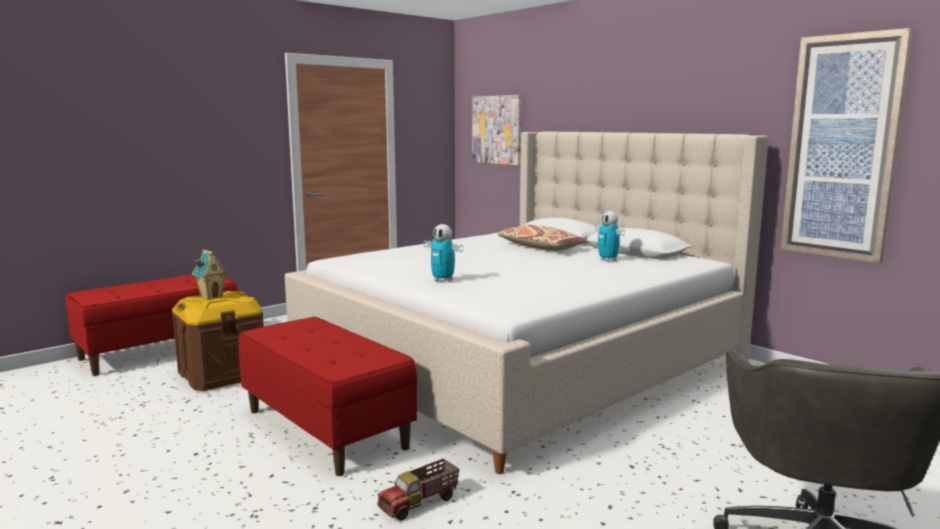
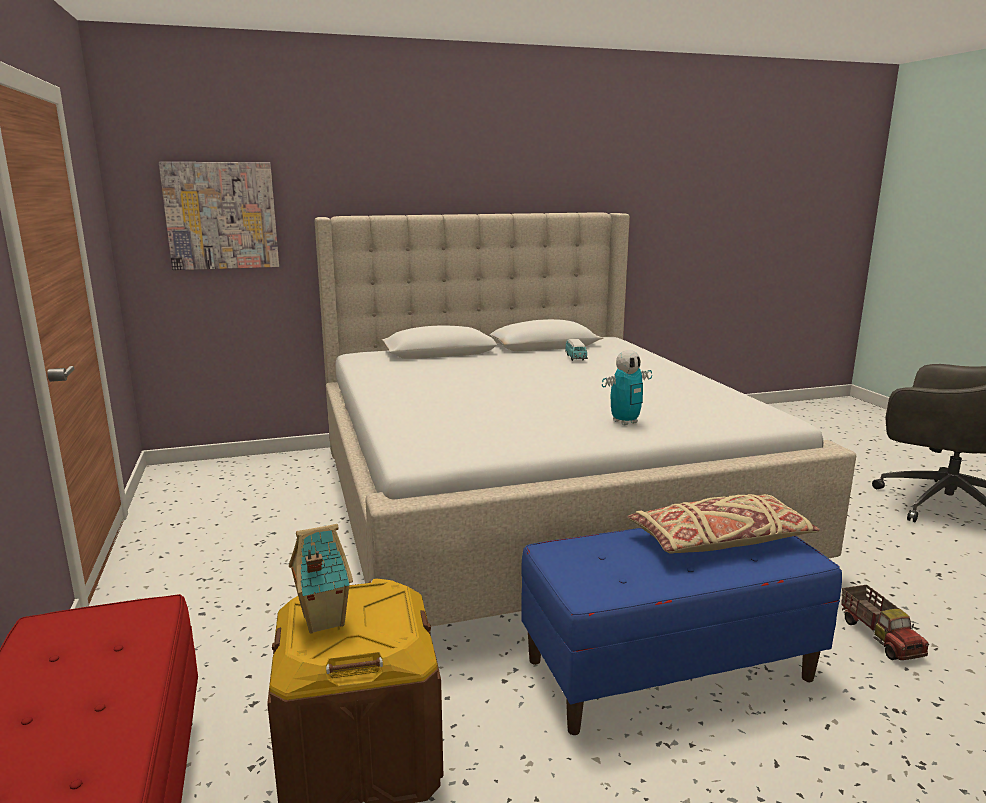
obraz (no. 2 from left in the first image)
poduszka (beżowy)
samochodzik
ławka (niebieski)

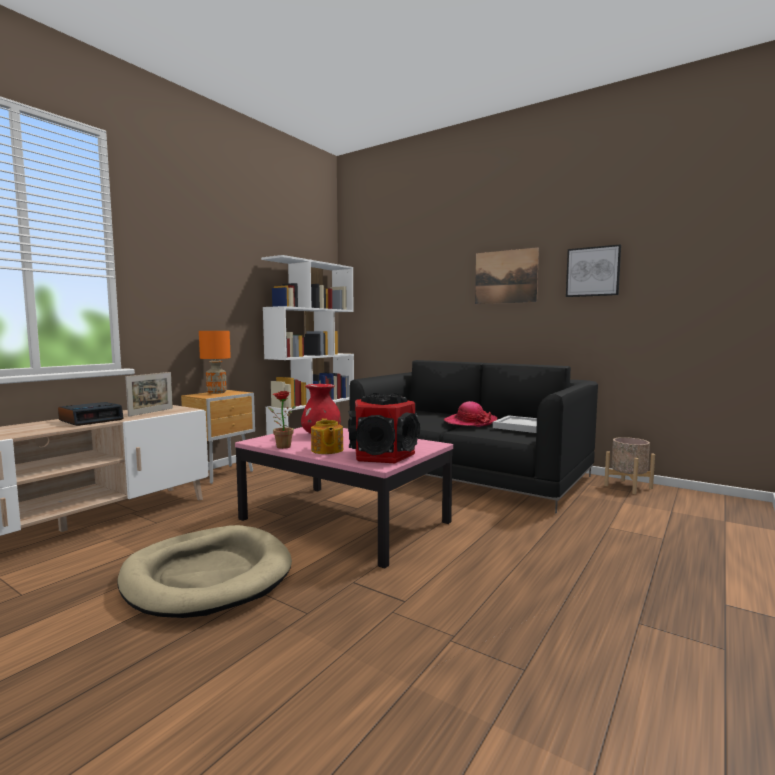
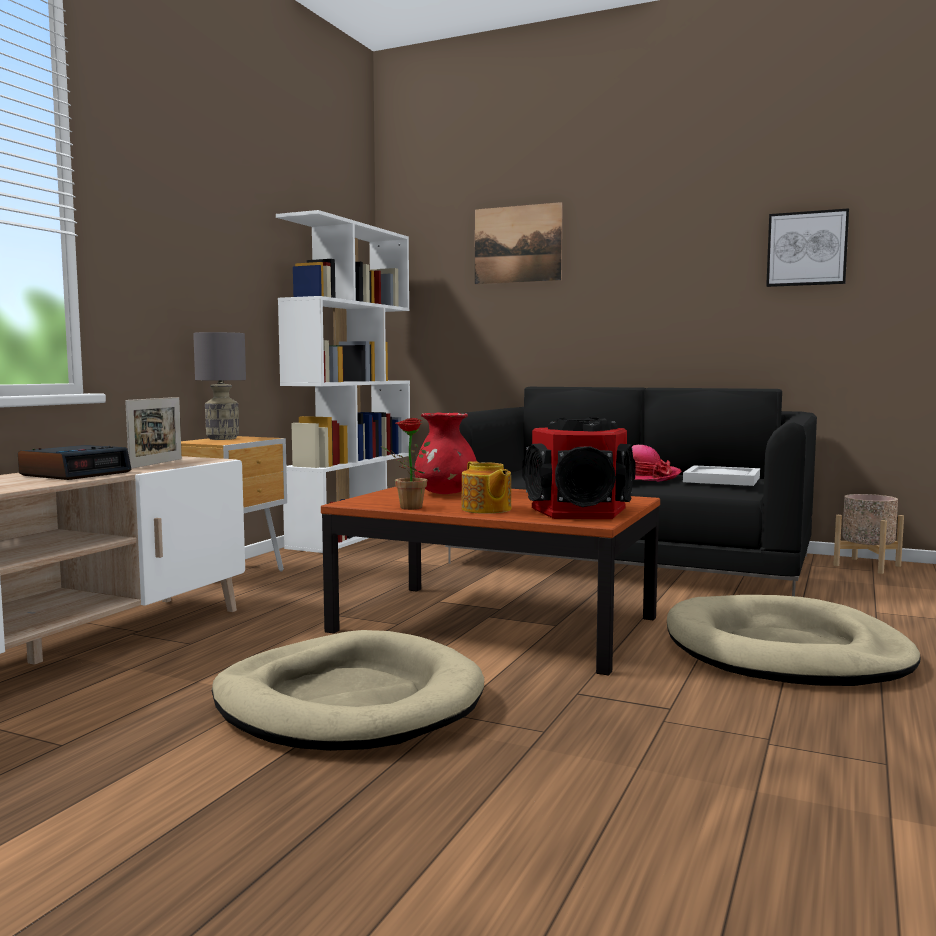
legowisko (beżowy) (no. 2 from left)
obraz (no. 1 from left)
lampa stołowa (szary)
ława (brązowy)

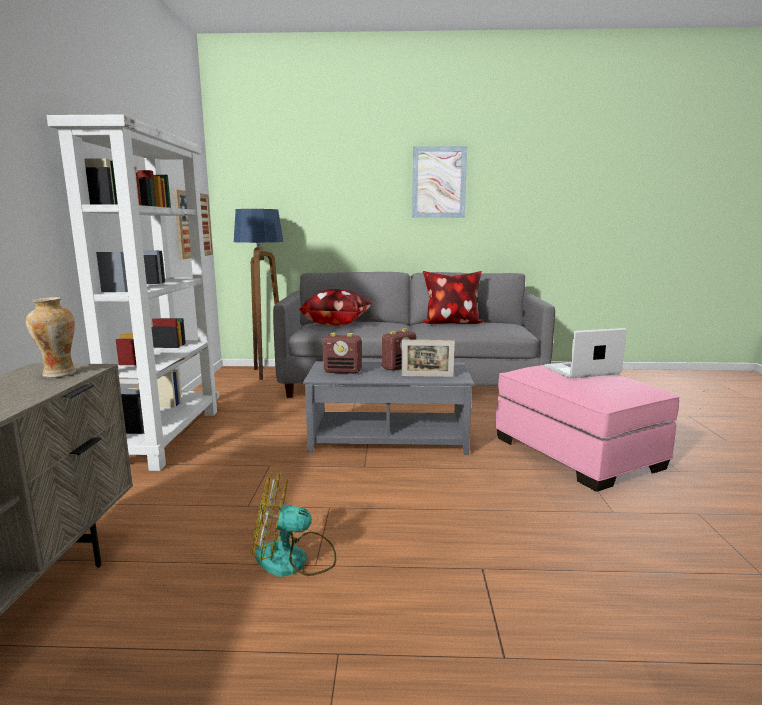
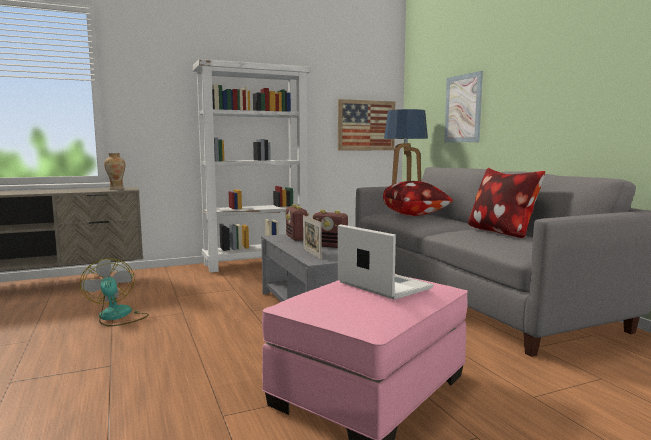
obraz (no. 2 from left)

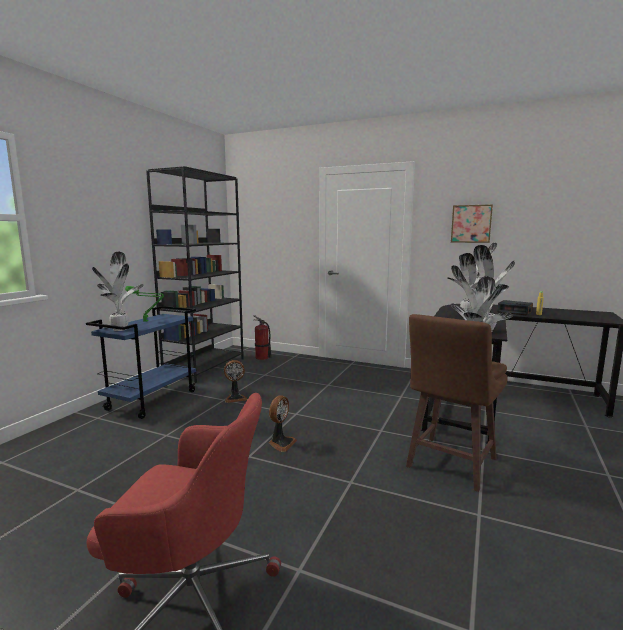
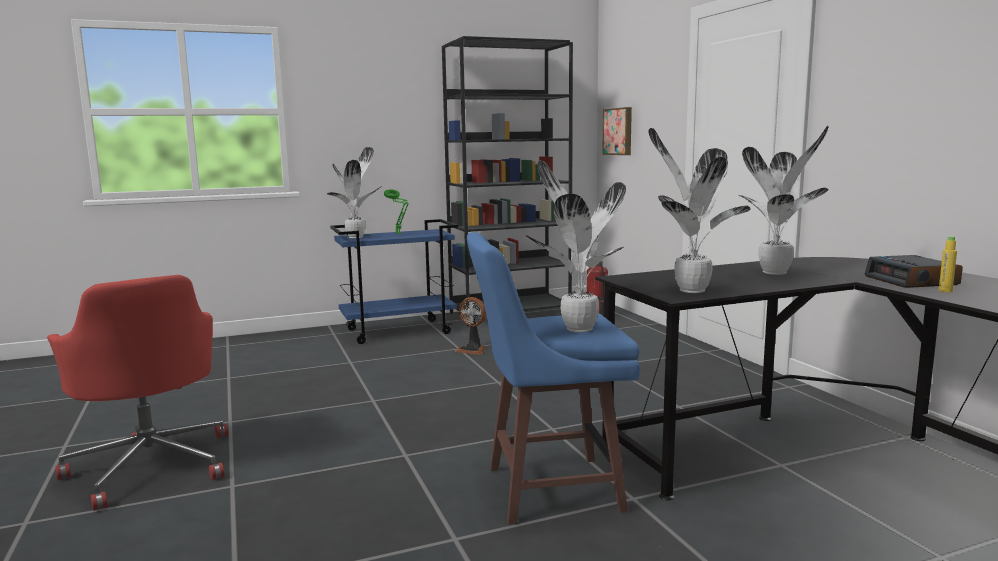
wentylator (no. 2 from left in the first image)
obraz
stołek (niebieski)

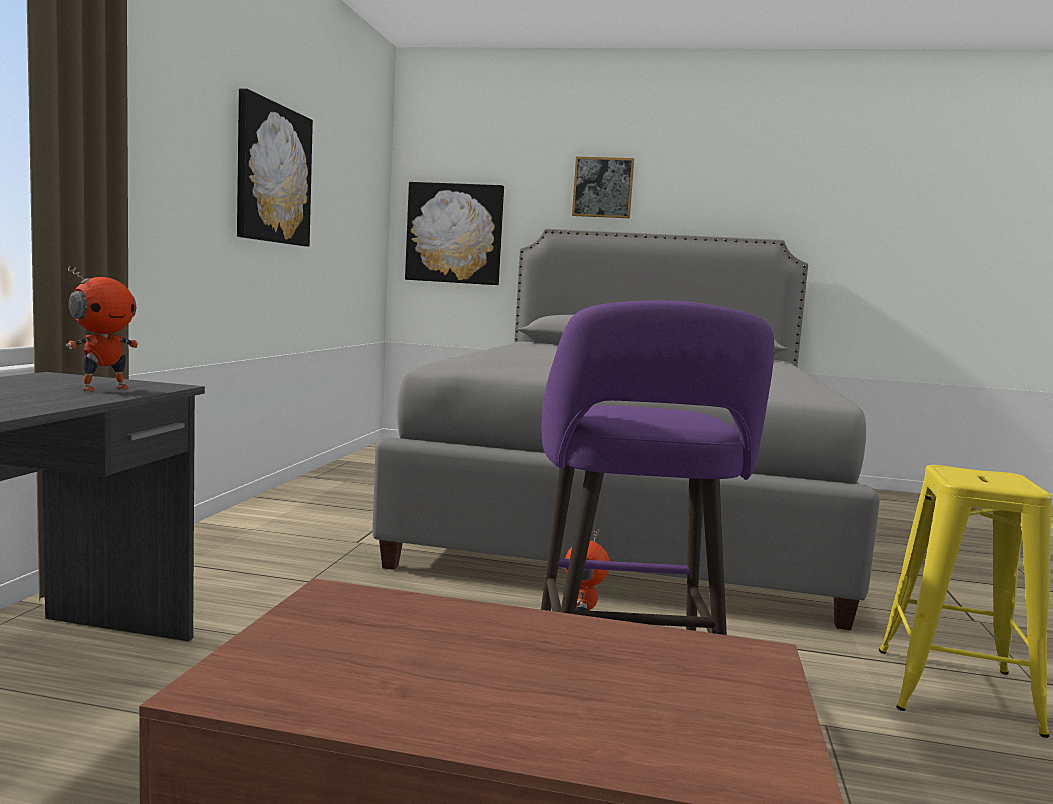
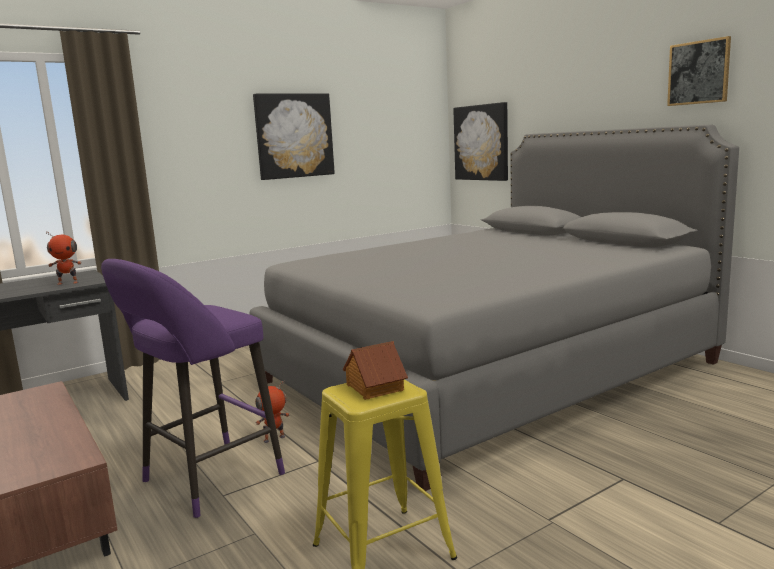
domek
obraz (no. 3 from left)

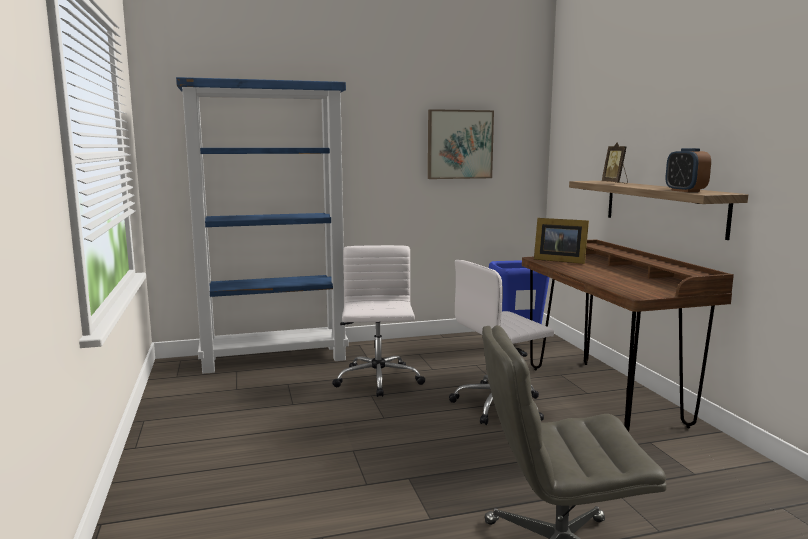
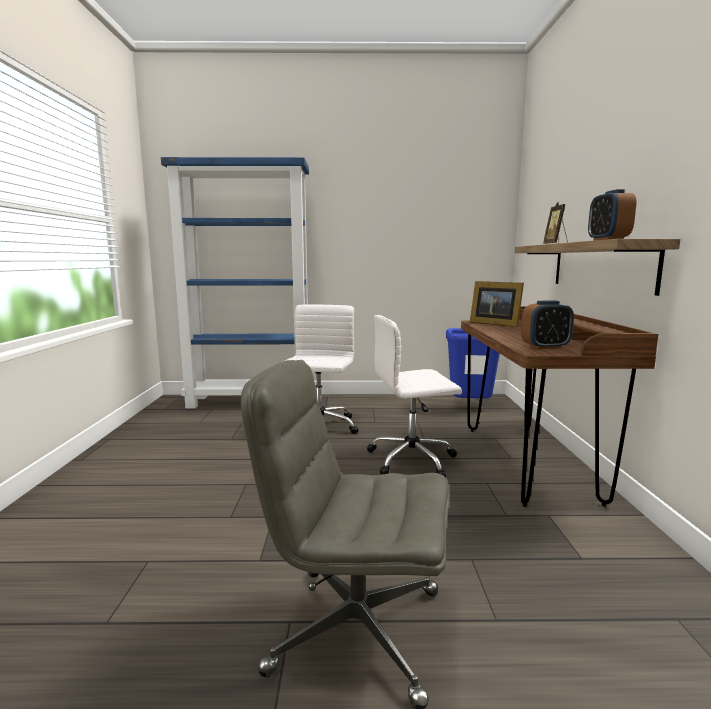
obraz
budzik (no. 1 from left)

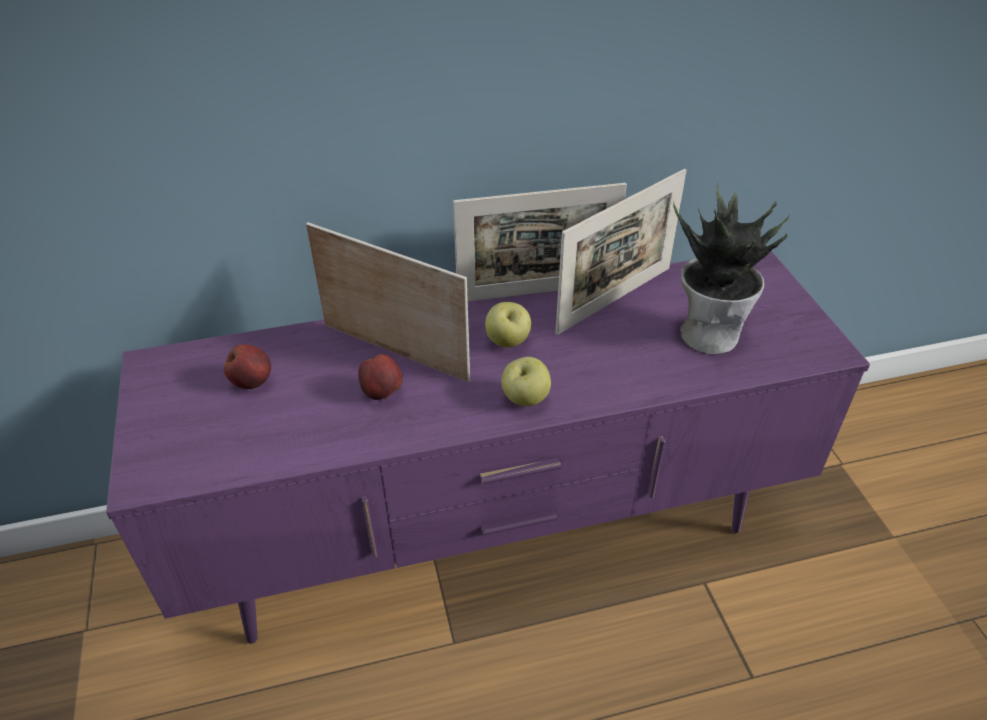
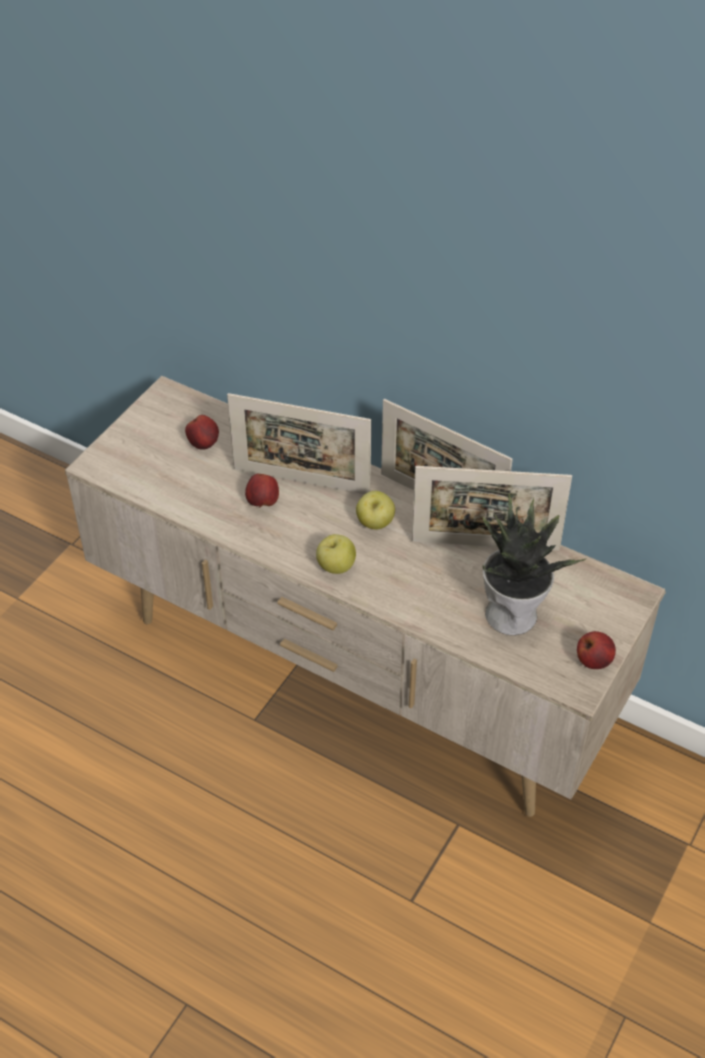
jabłko (no. 5 from left)
szafka pod telewizor (beżowy)
ramka na zdjęcie (no. 1 from left)

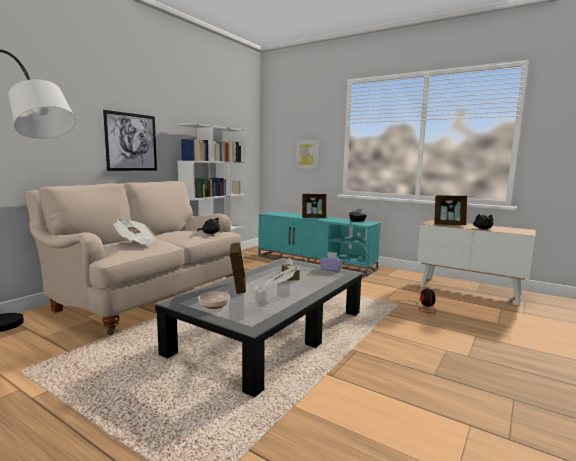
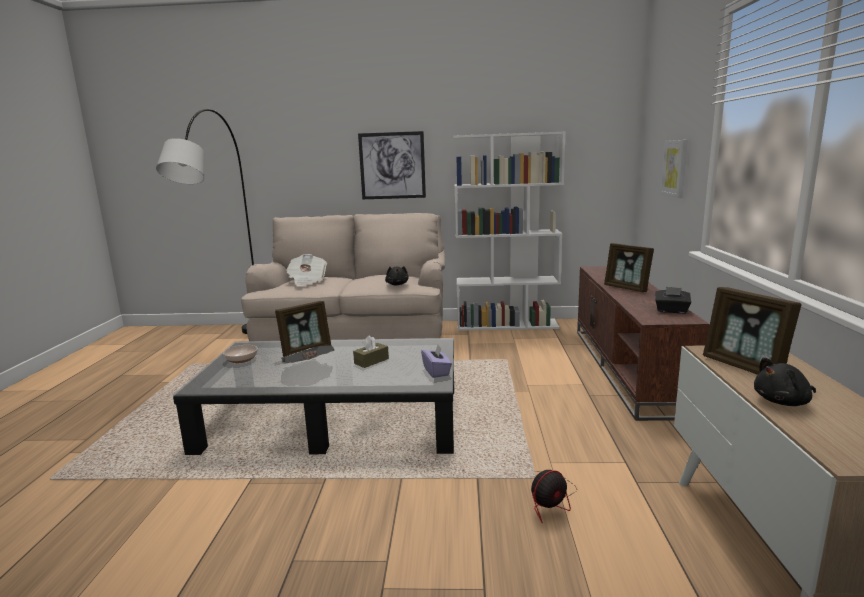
szafka pod telewizor (brązowy)

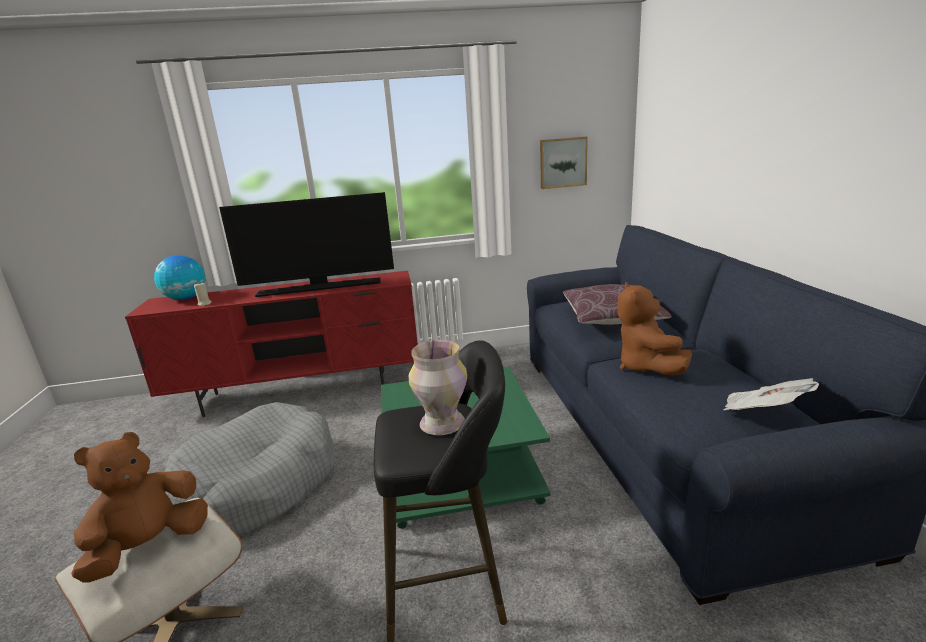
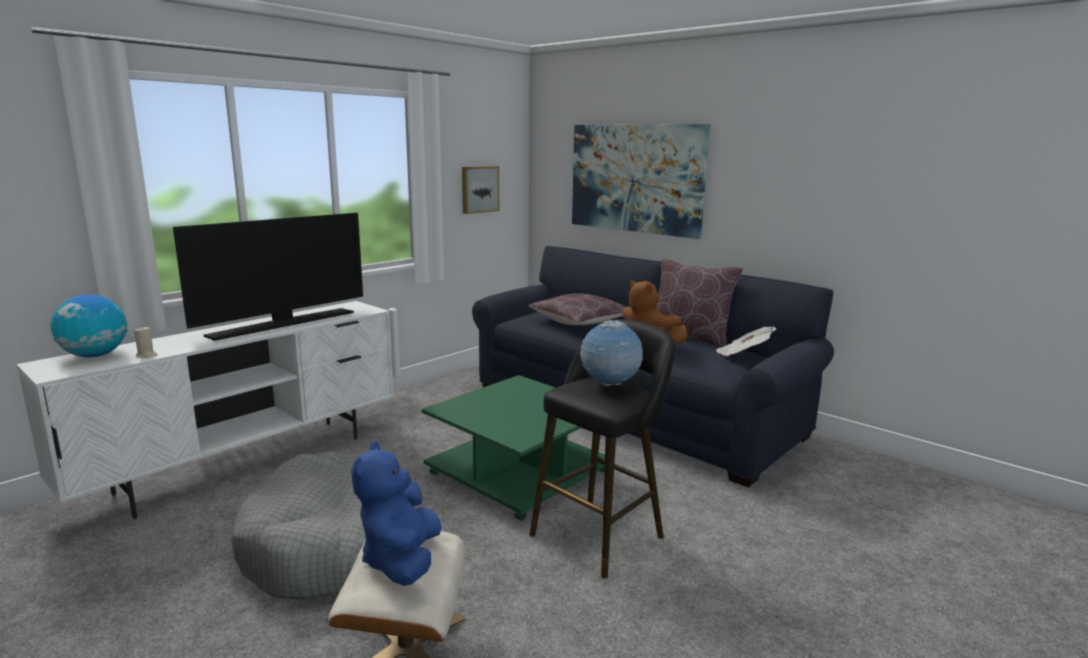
obraz (no. 2 from left)
poduszka (brązowy) (no. 2 from left)
globus (no. 2 from left)
pluszak (niebieski)
szafka pod telewizor (biały)

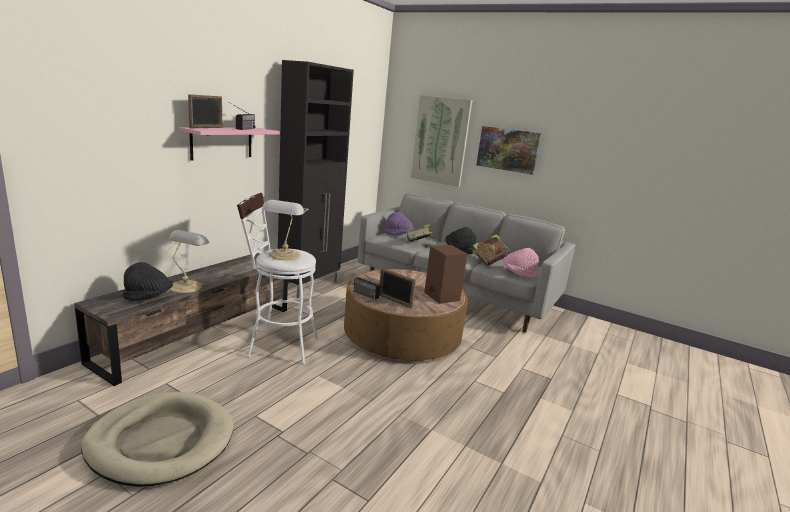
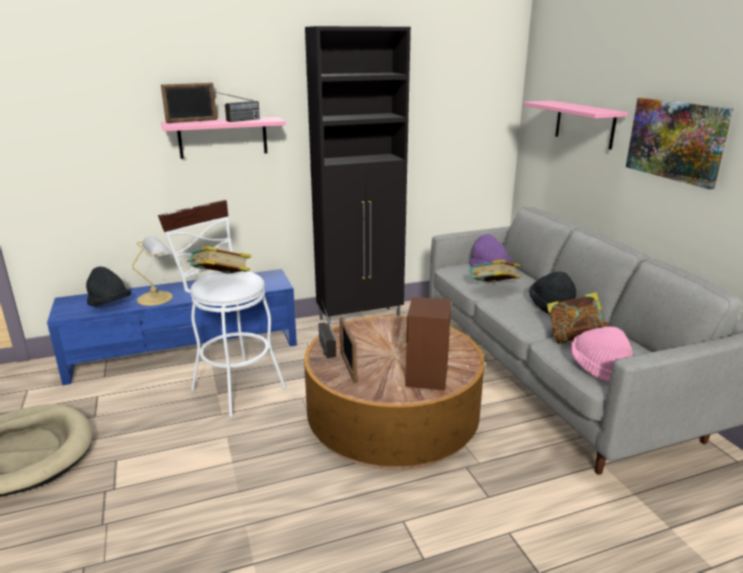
książka (no. 1 from left)
półka (różowy) (no. 2 from left)
szafka pod telewizor (niebieski)

